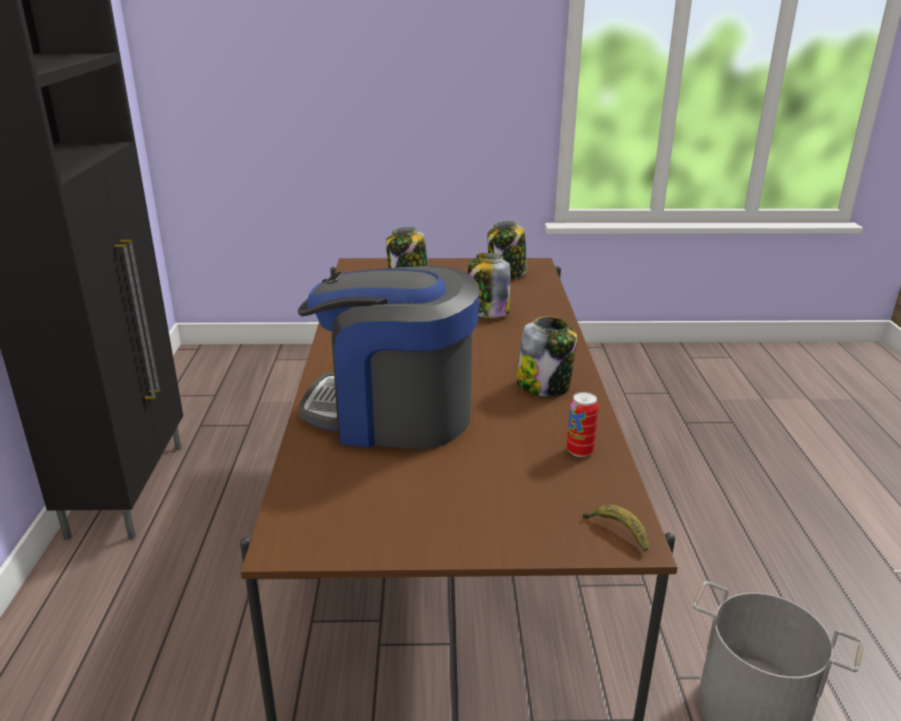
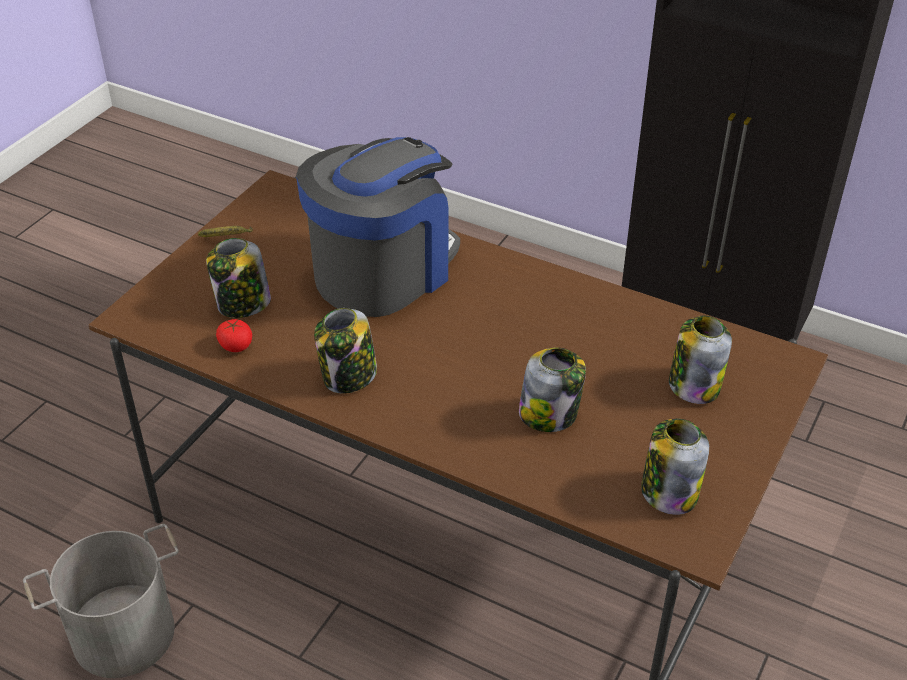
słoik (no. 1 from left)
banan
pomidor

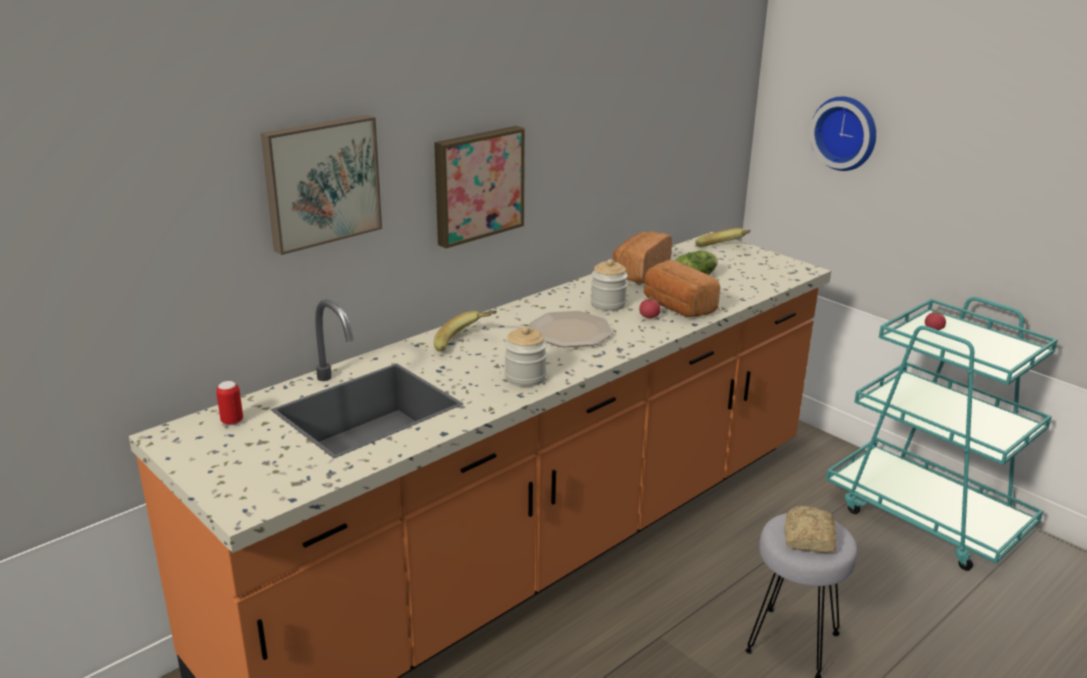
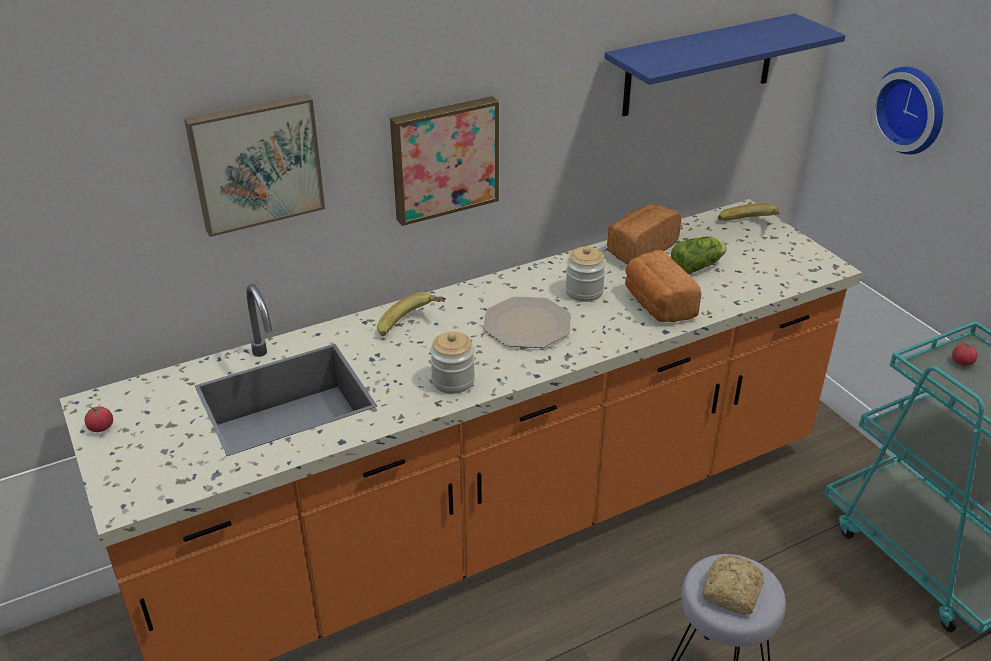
puszka
półka (niebieski)
pomidor (no. 1 from left)

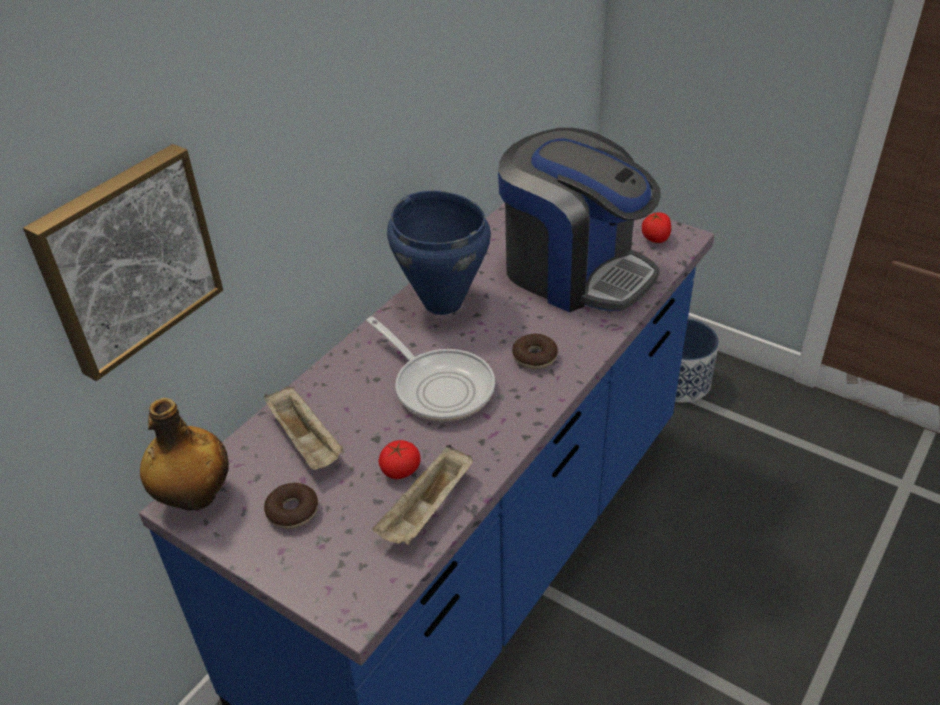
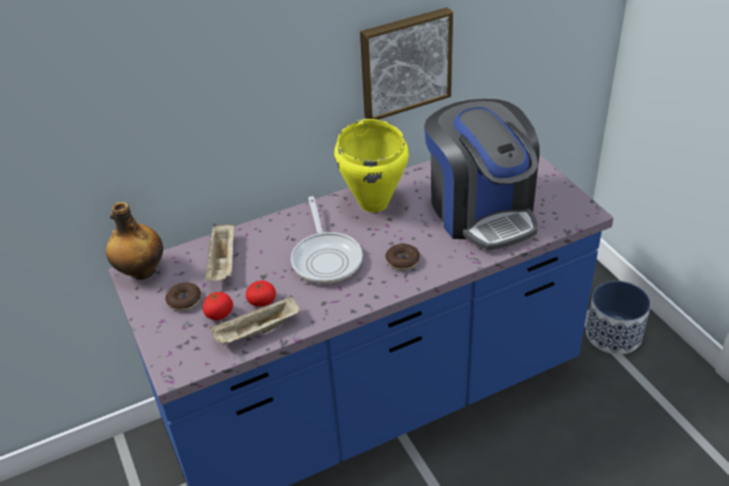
obraz
pomidor (no. 1 from left)
garnek (żółty)

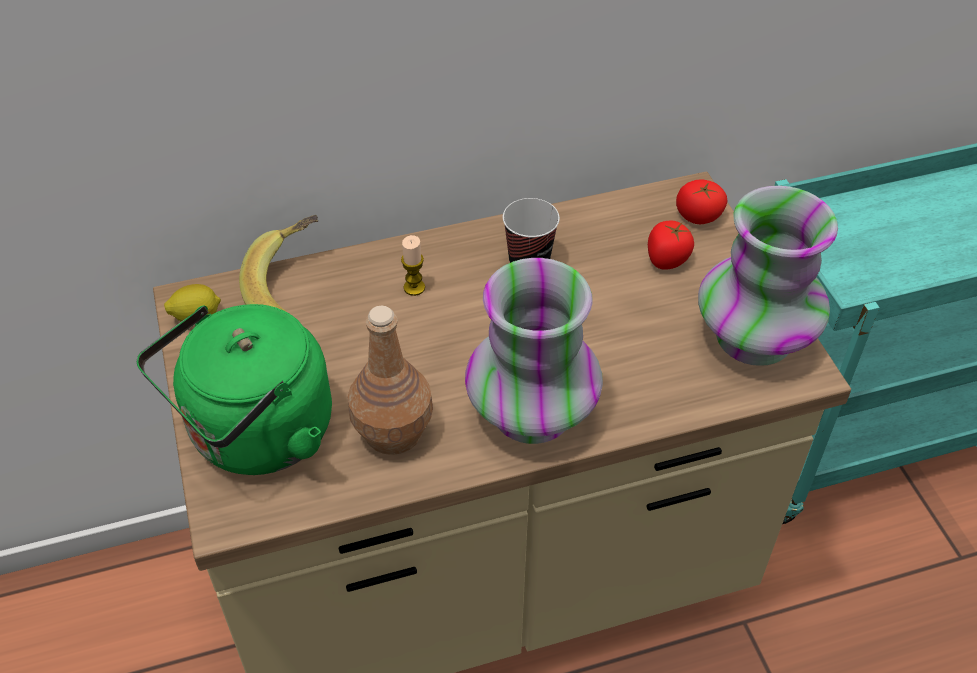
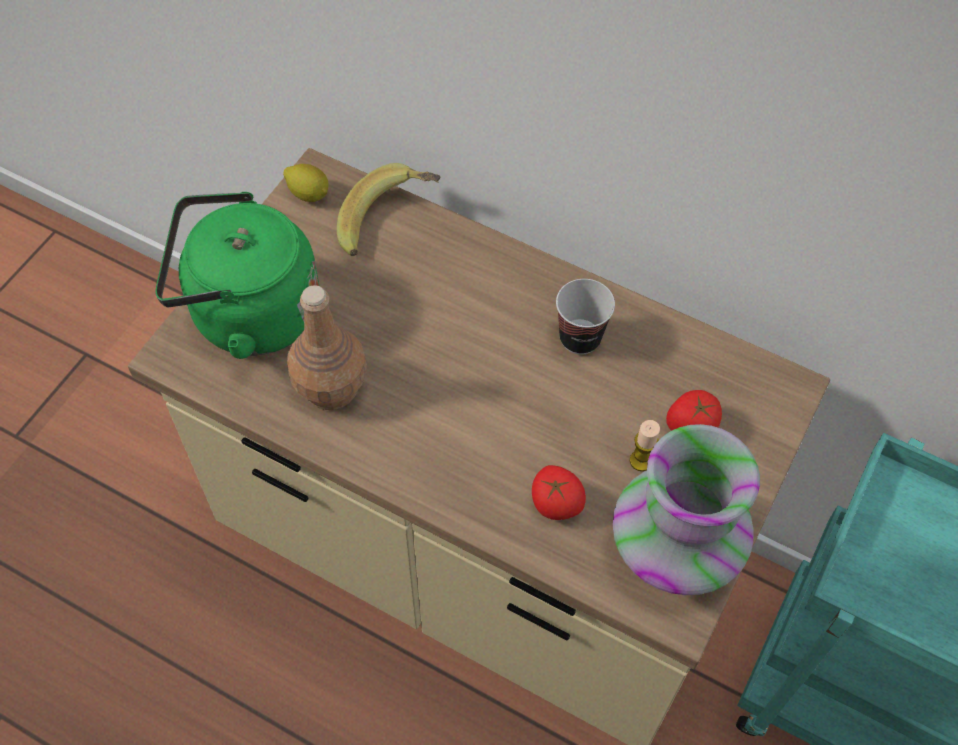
wazon (no. 1 from left in the first image)
świeca
pomidor (no. 1 from left)

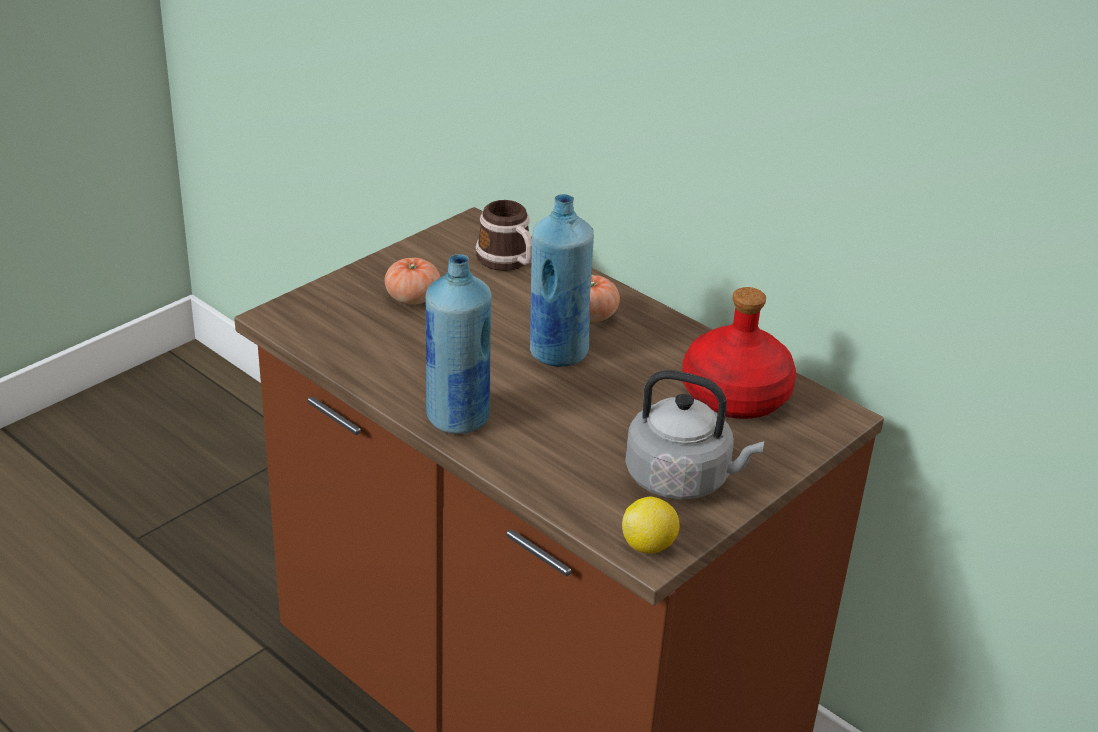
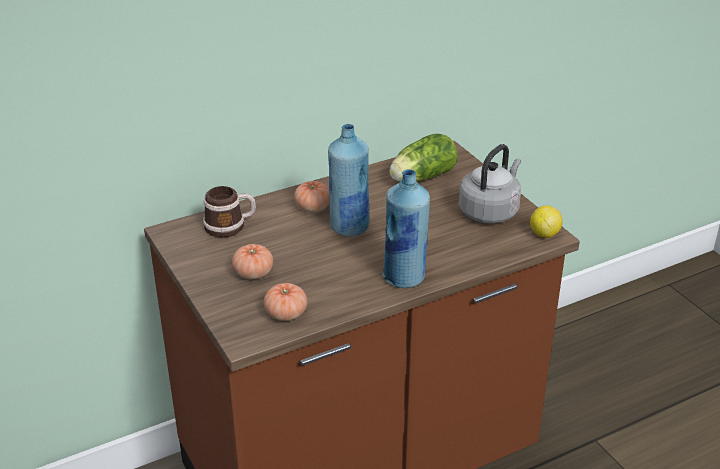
pomidor (no. 2 from left)
sałata

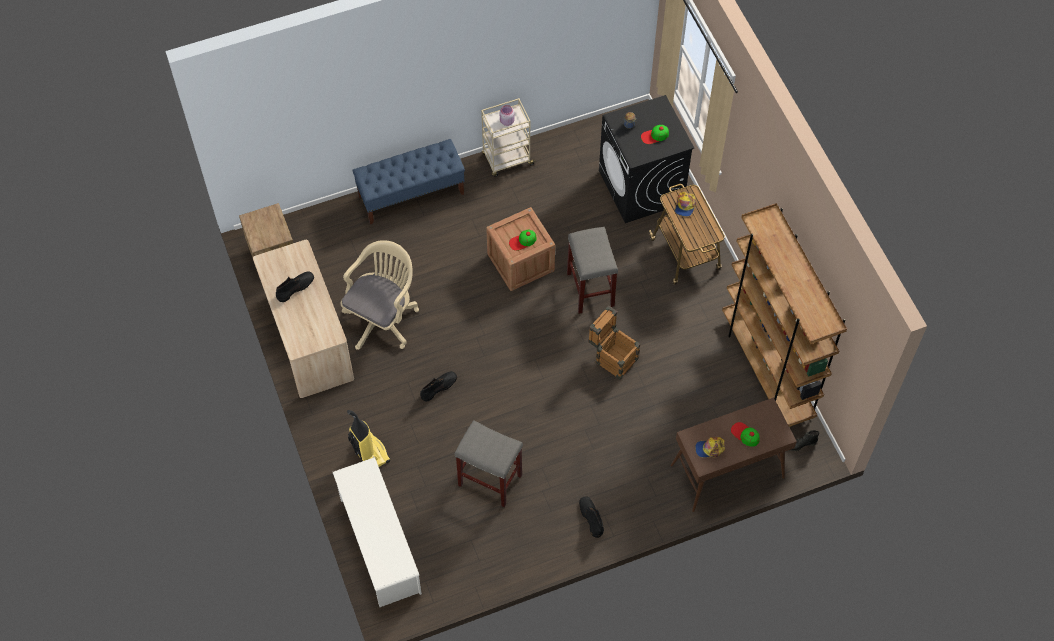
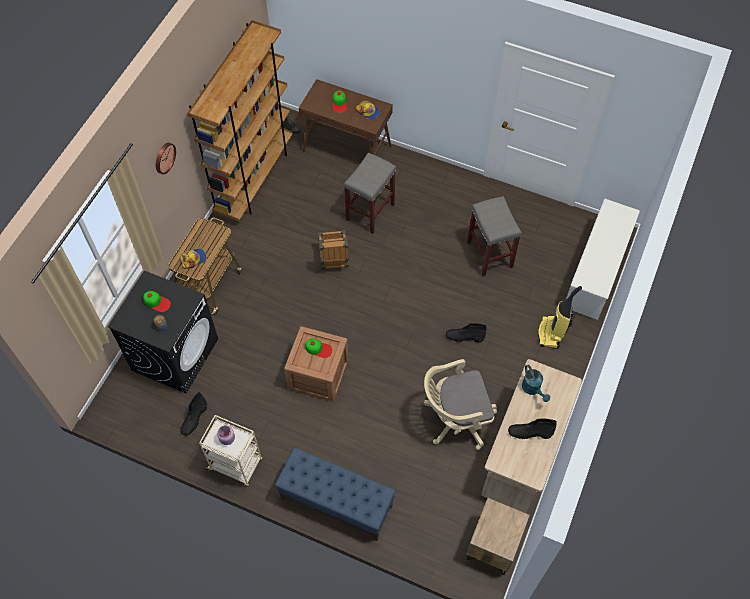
zegar ścienny
konewka (turkusowy)
stołek (szary) (no. 1 from left)
but z cholewką (czarny) (no. 1 from left)

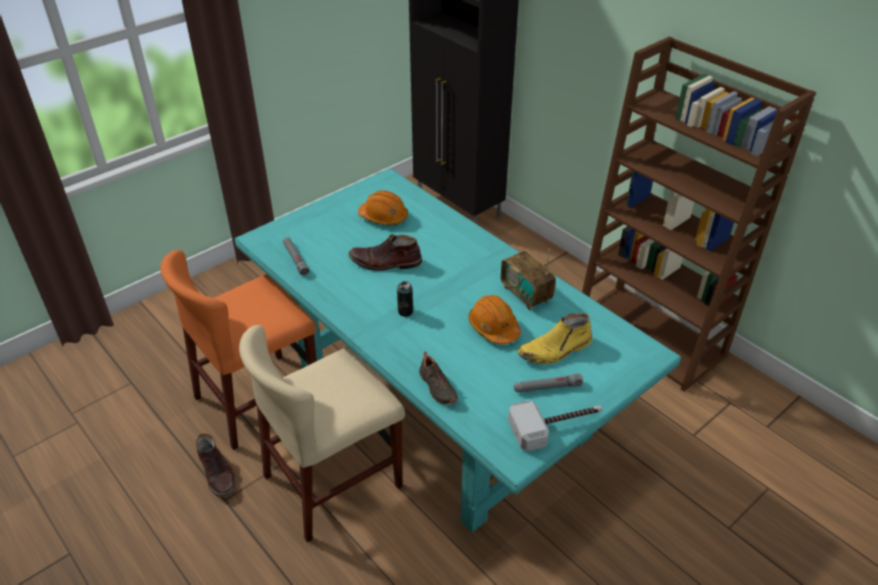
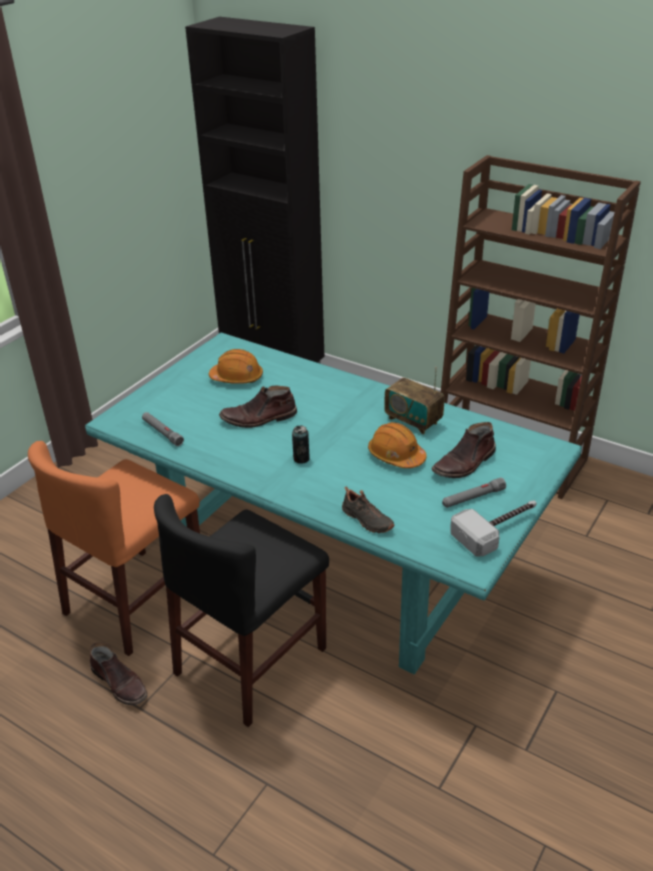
krzesło (czarny)
but z cholewką (brązowy) (no. 3 from left)

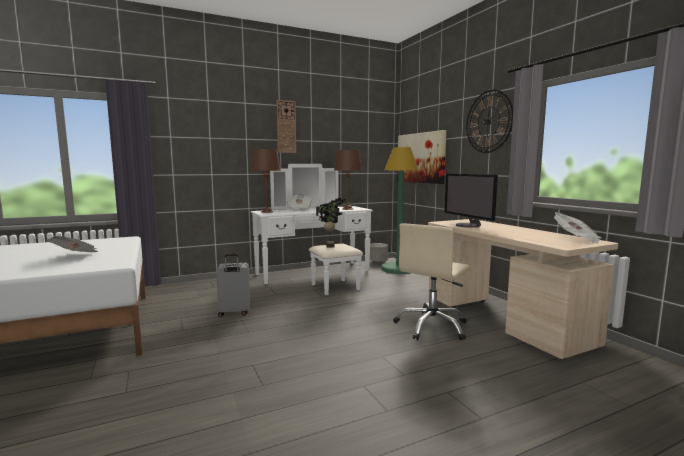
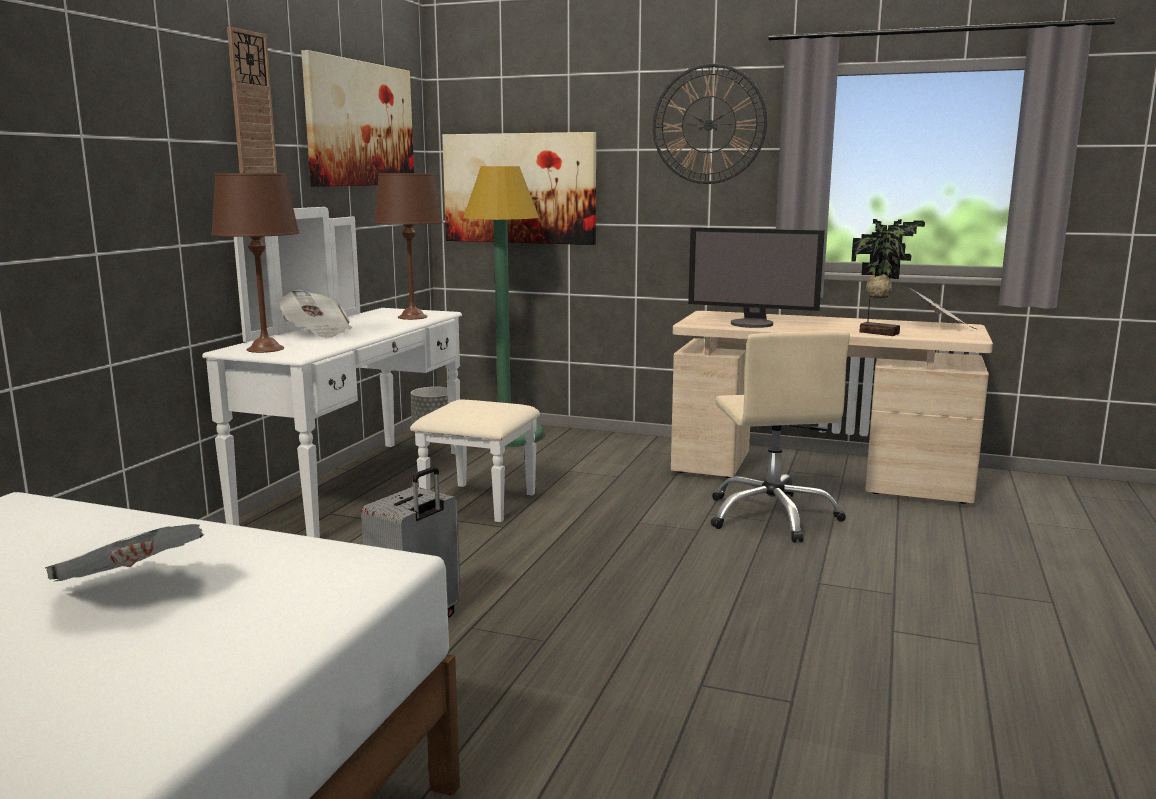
obraz (no. 1 from left)
roślina doniczkowa

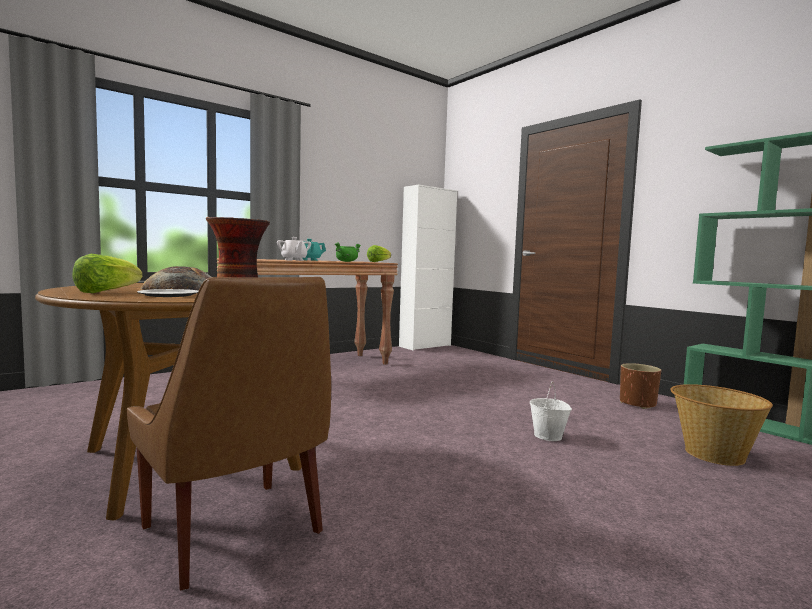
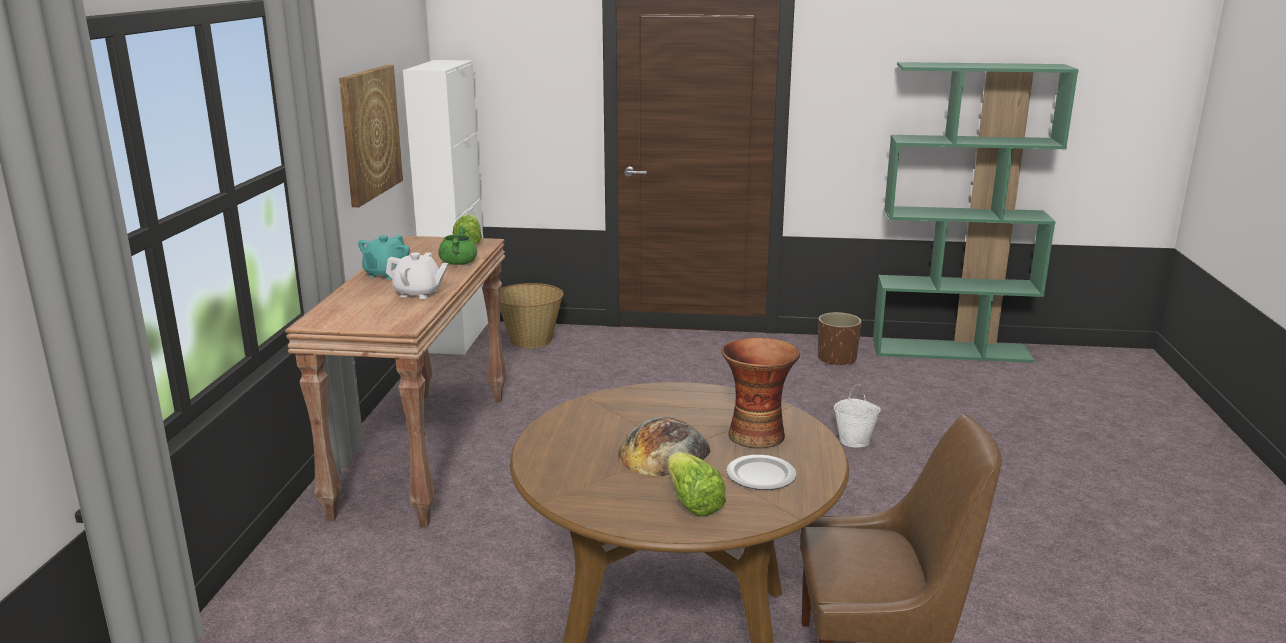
obraz
koszyk

